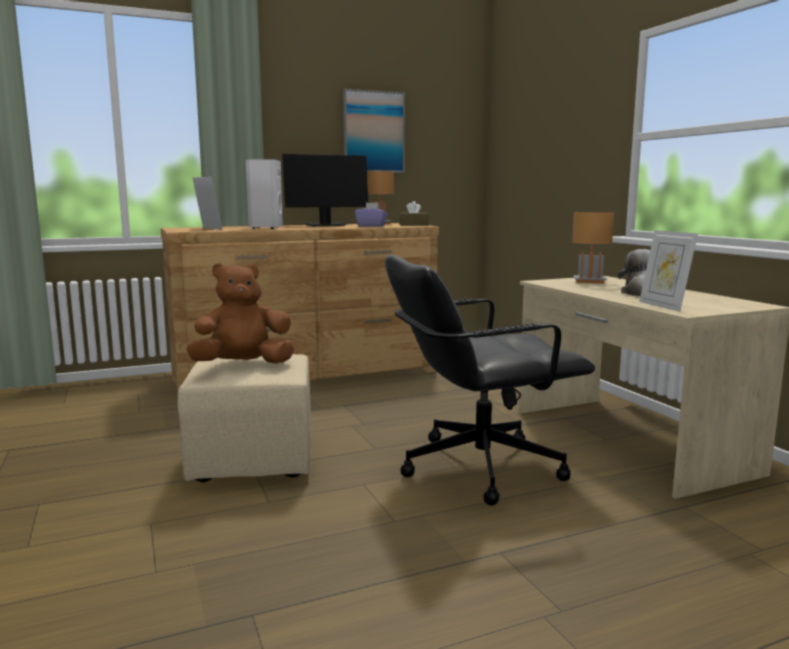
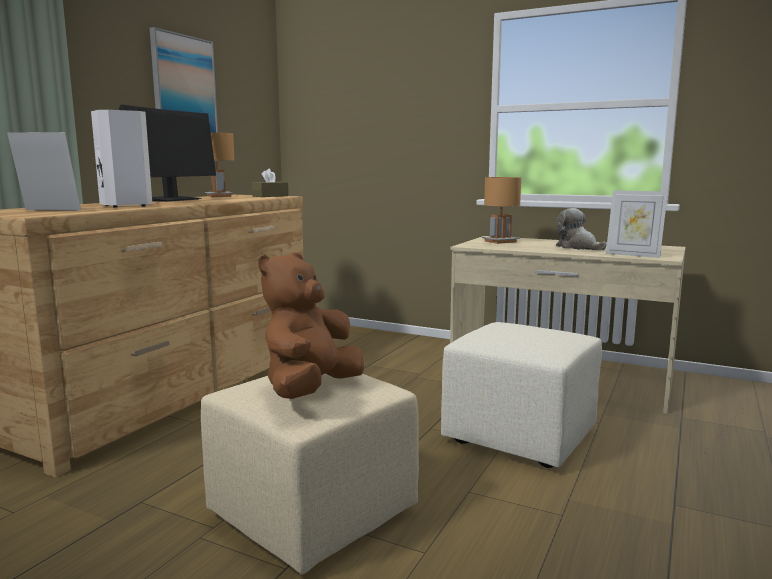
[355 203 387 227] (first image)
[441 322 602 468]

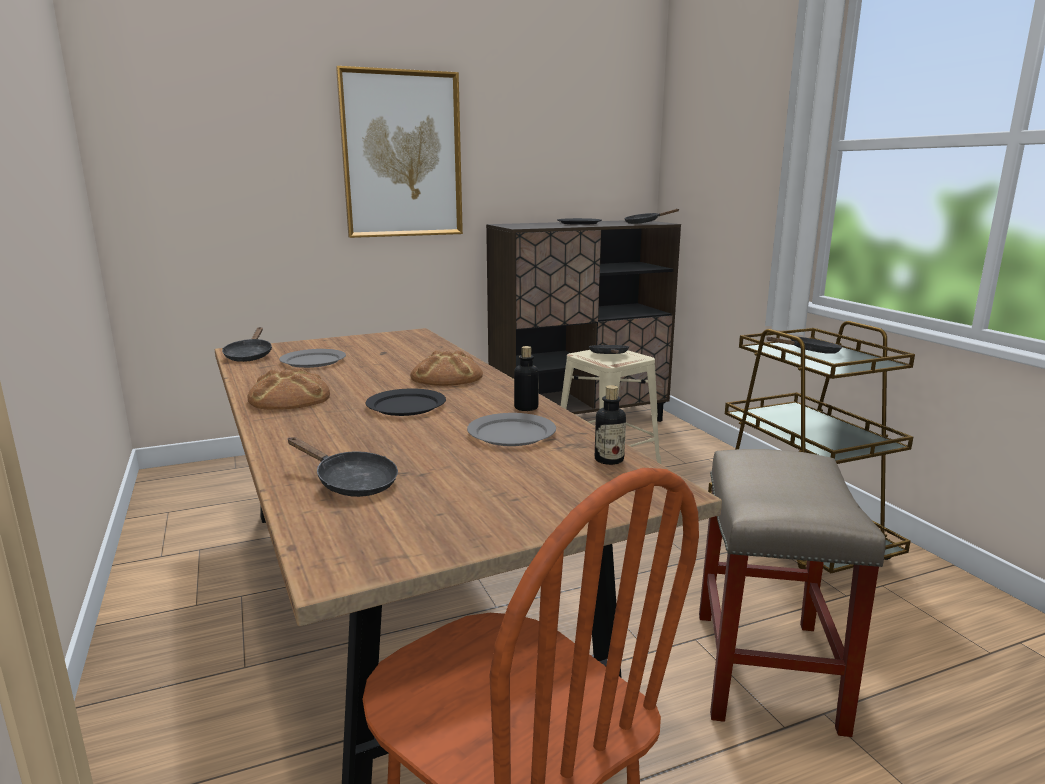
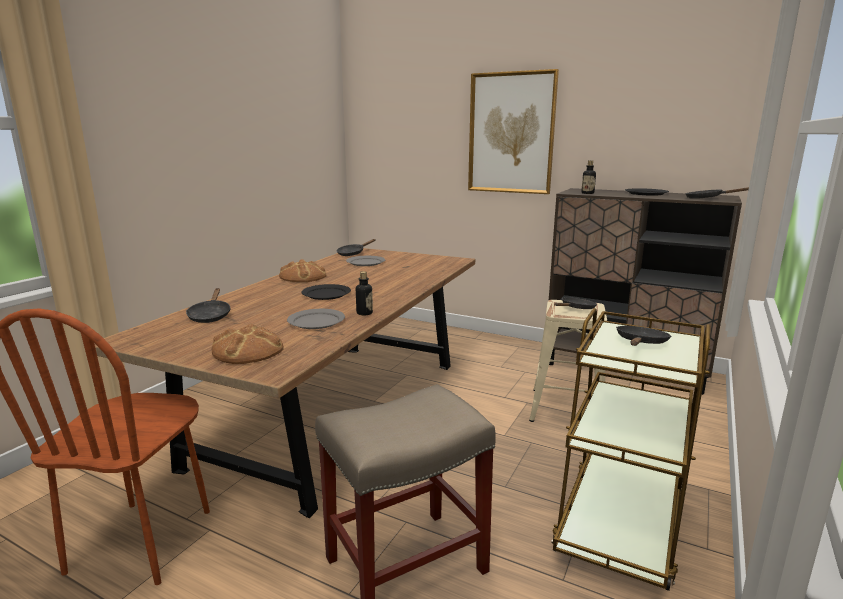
[616 326 671 346]
[212 324 283 364]
[581 160 596 194]

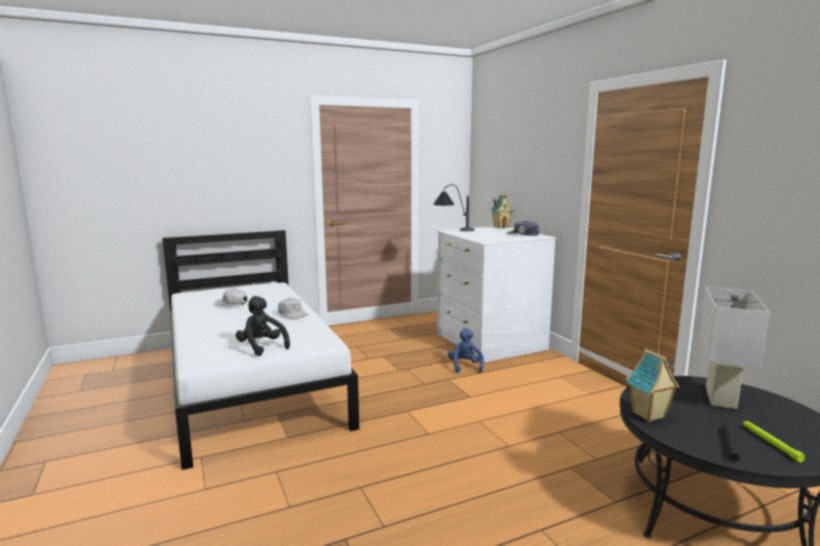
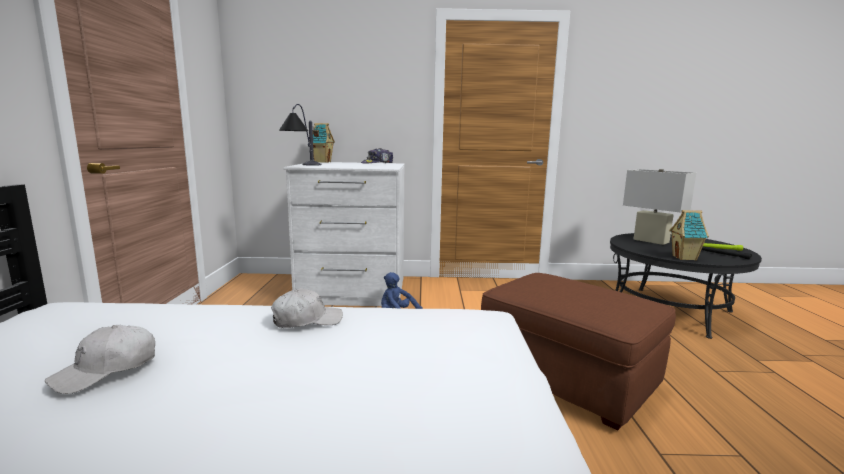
[236 296 290 356] (first image)
[481 273 676 431]

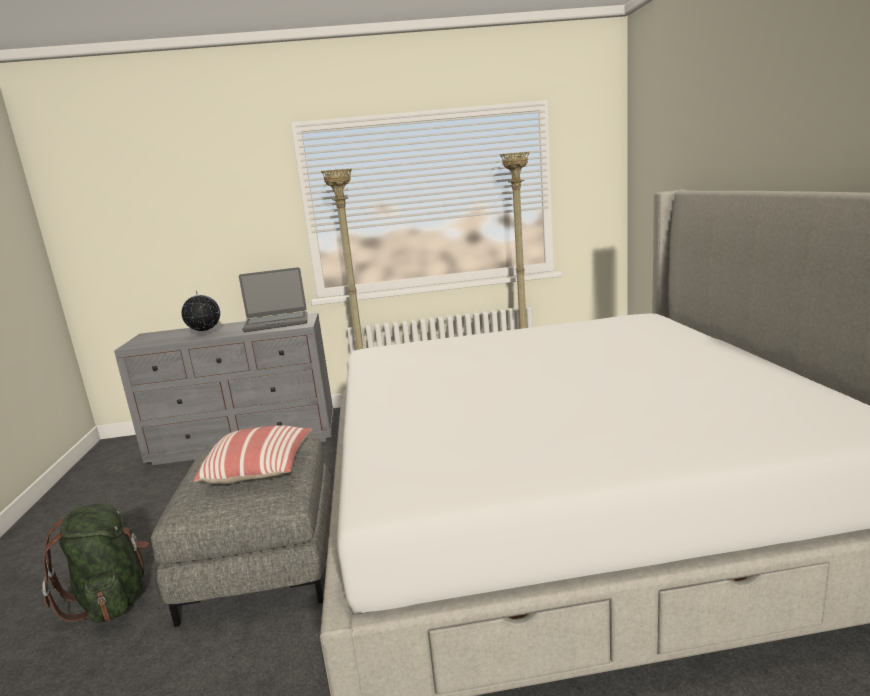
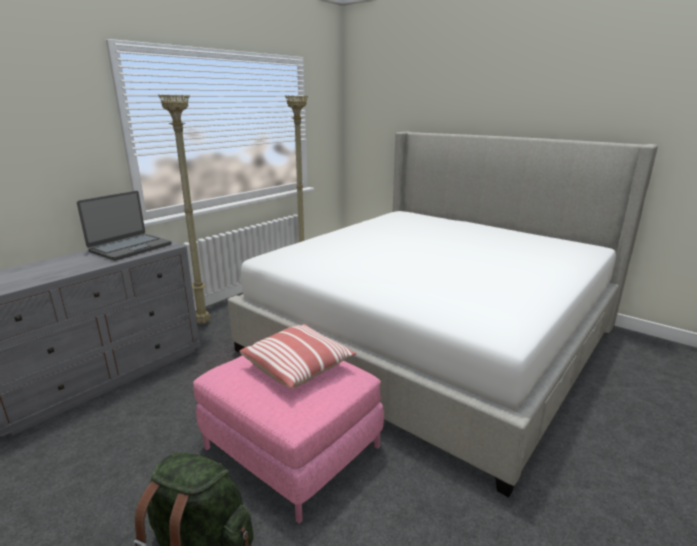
[181 291 220 336] (first image)
[193 355 384 524]

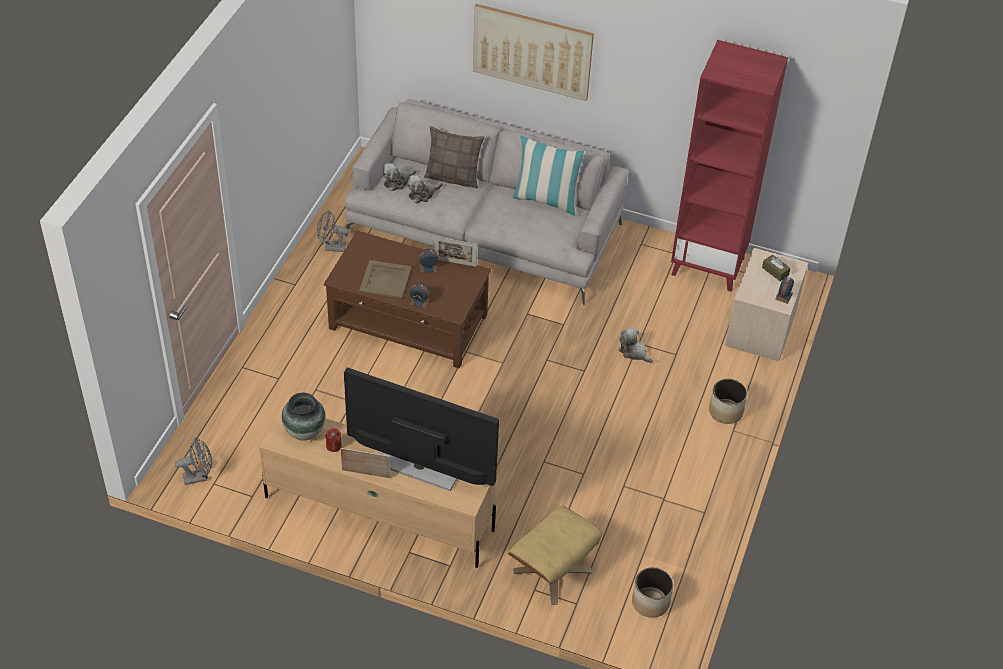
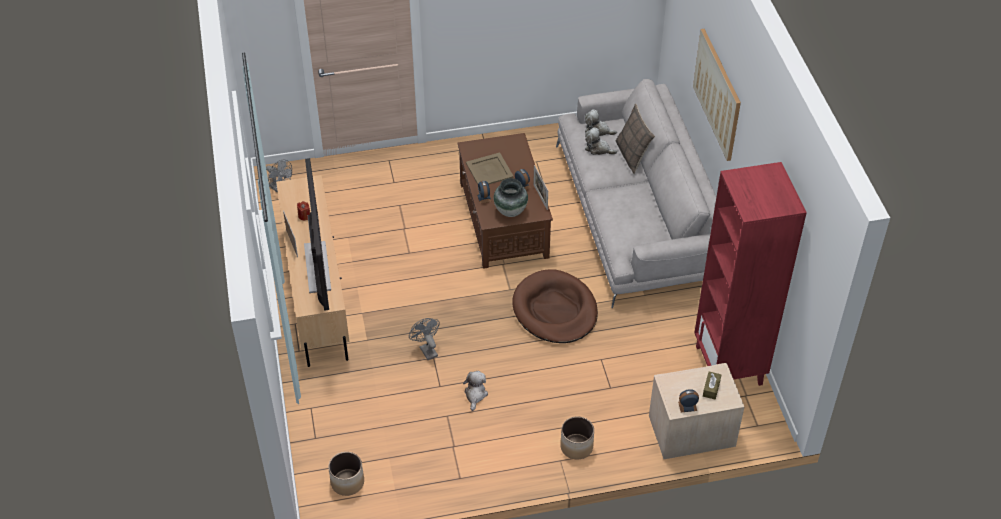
[512 136 586 216] (first image)
[409 318 440 360]
[463 371 488 411]
[494 178 528 217]
[508 506 602 605] (first image)
[512 269 598 343]

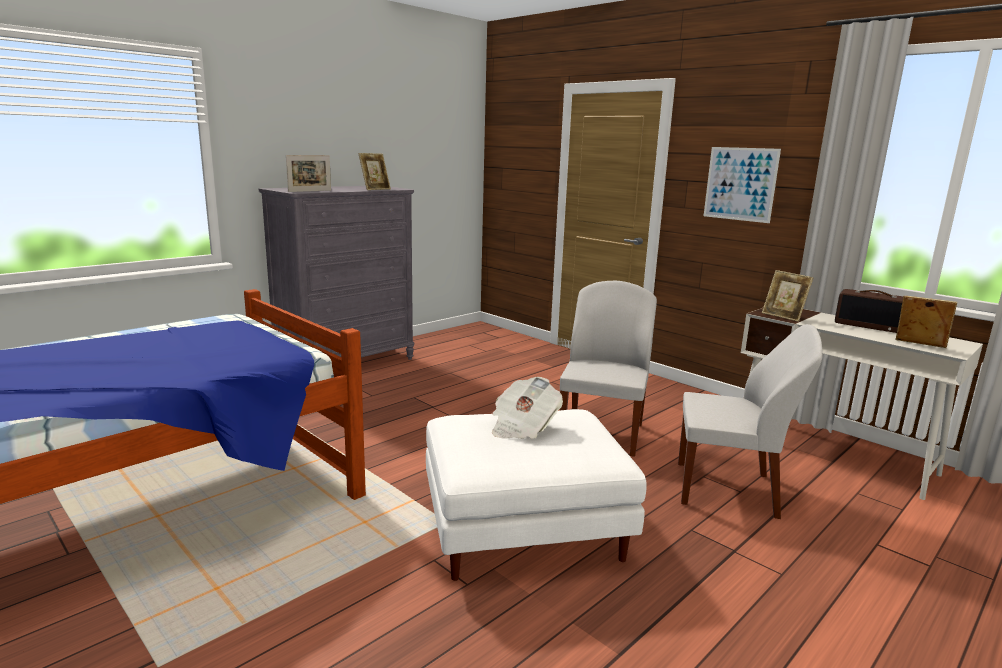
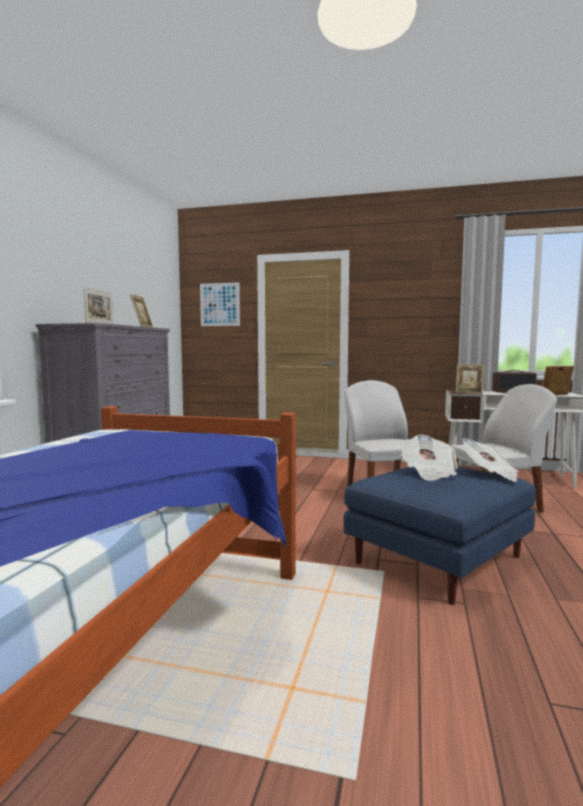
[200 282 240 326]
[344 466 536 605]
[462 438 518 482]

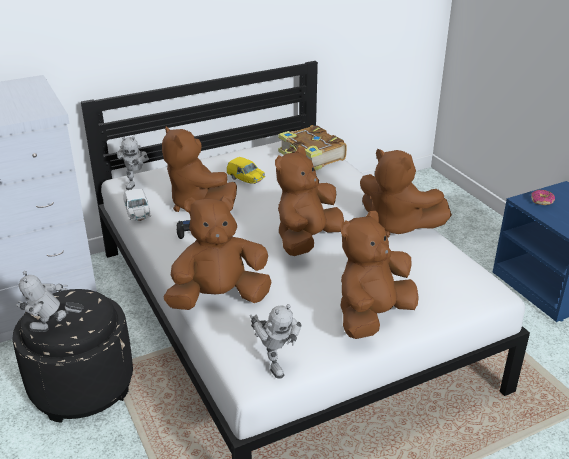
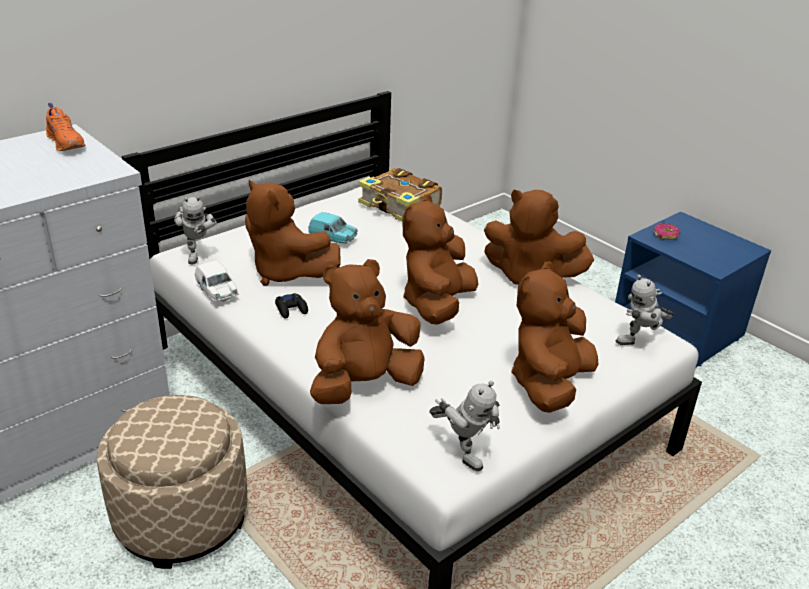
[308 212 358 243]
[616 274 674 345]
[97 395 247 569]
[46 103 85 151]

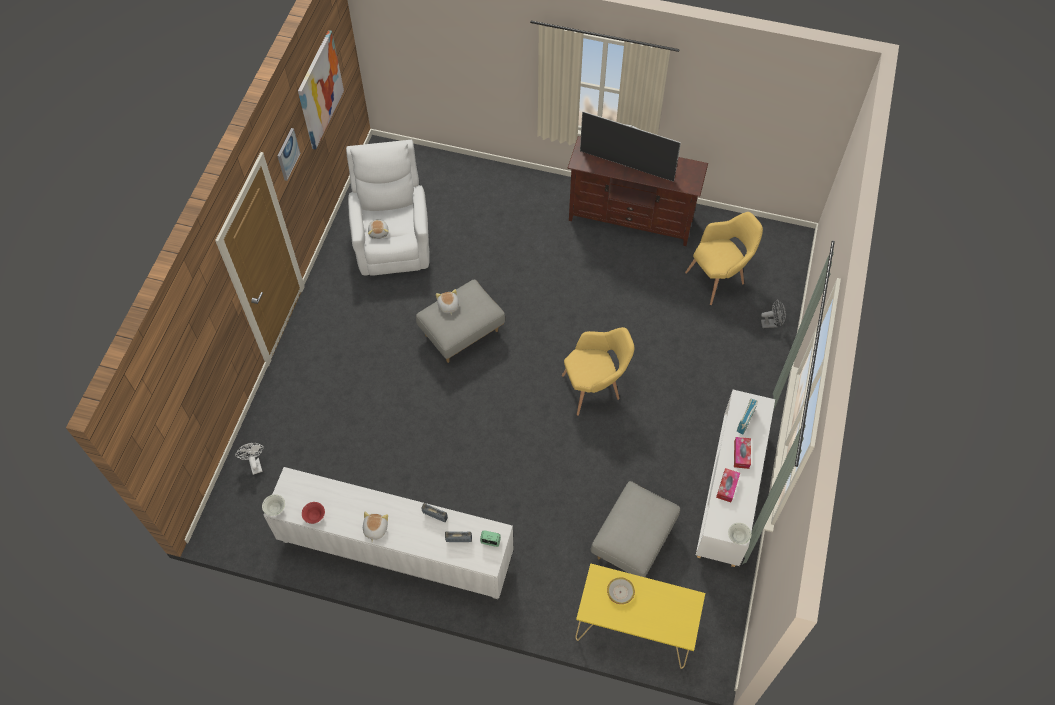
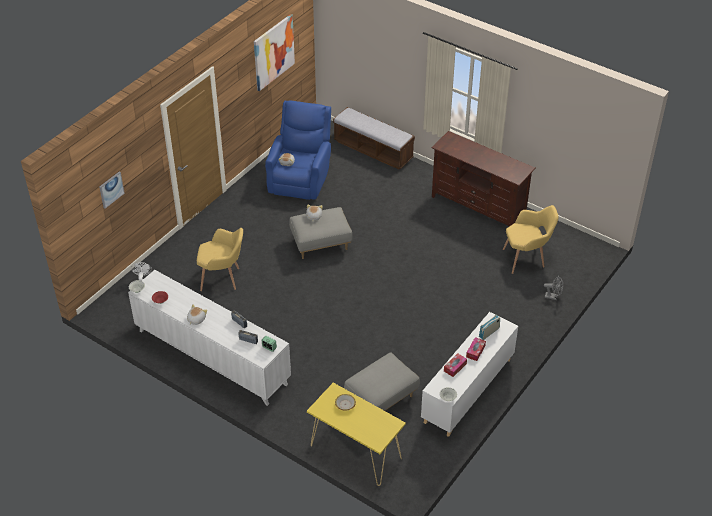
[580 111 681 182] (first image)
[99 172 125 208]
[265 101 331 200]
[197 228 243 291]
[333 107 415 169]

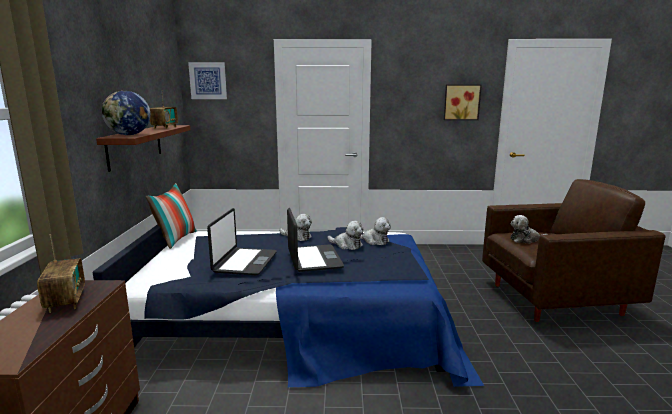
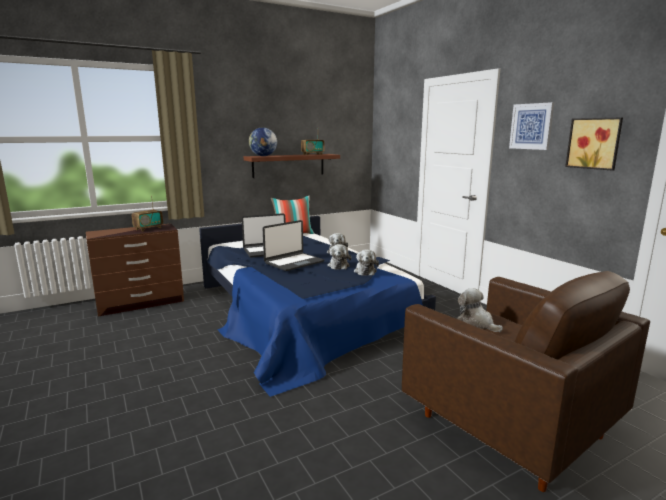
[509 102 555 150]

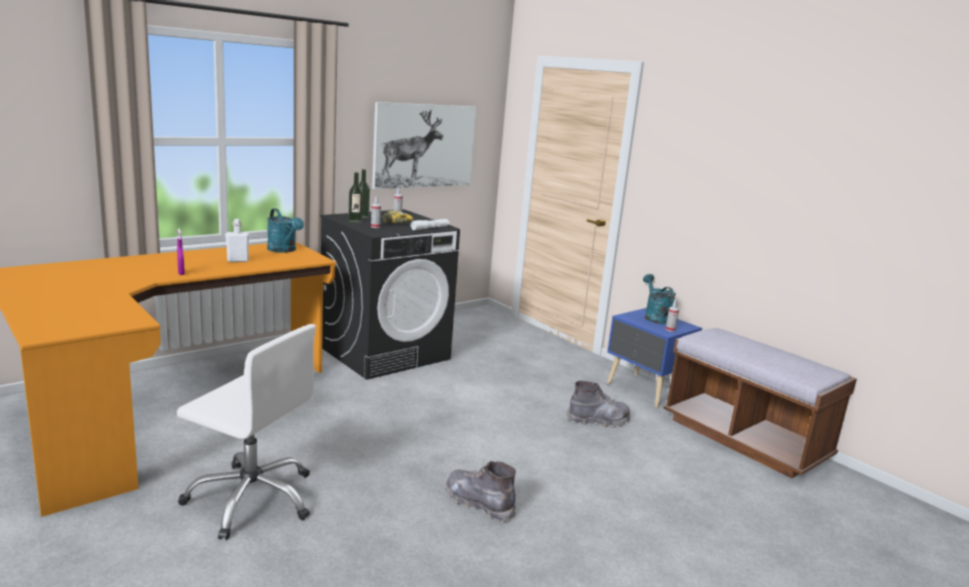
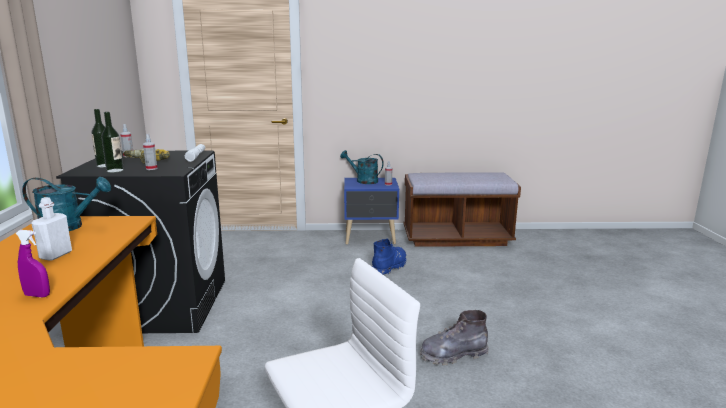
[372 102 476 189] (first image)
[372 239 406 274]

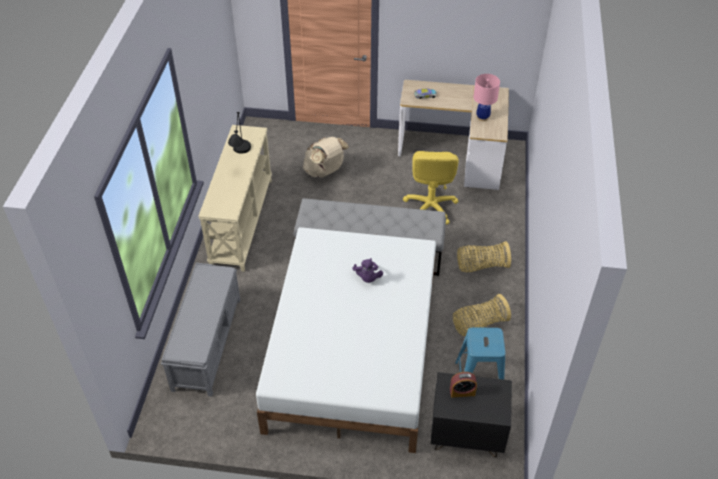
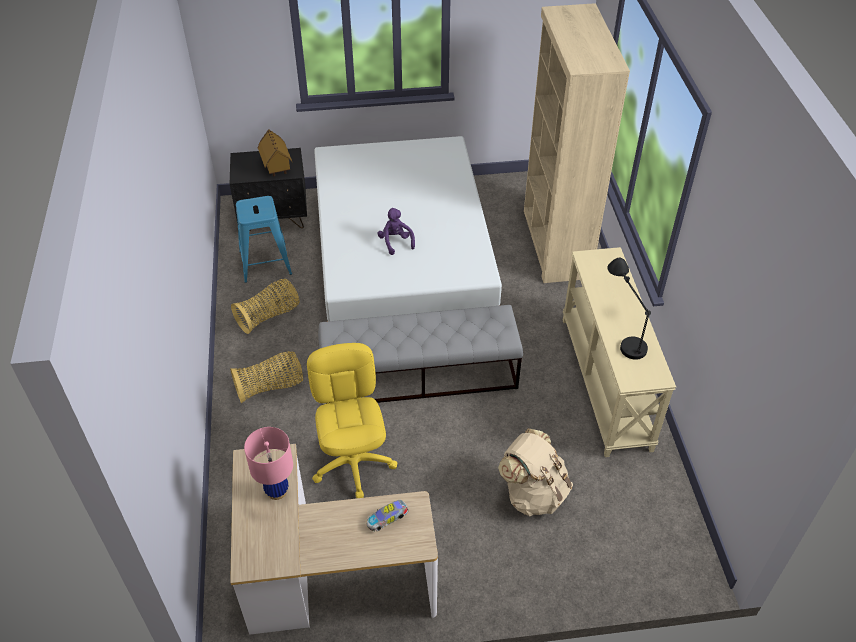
[524 3 630 283]
[258 129 293 176]

